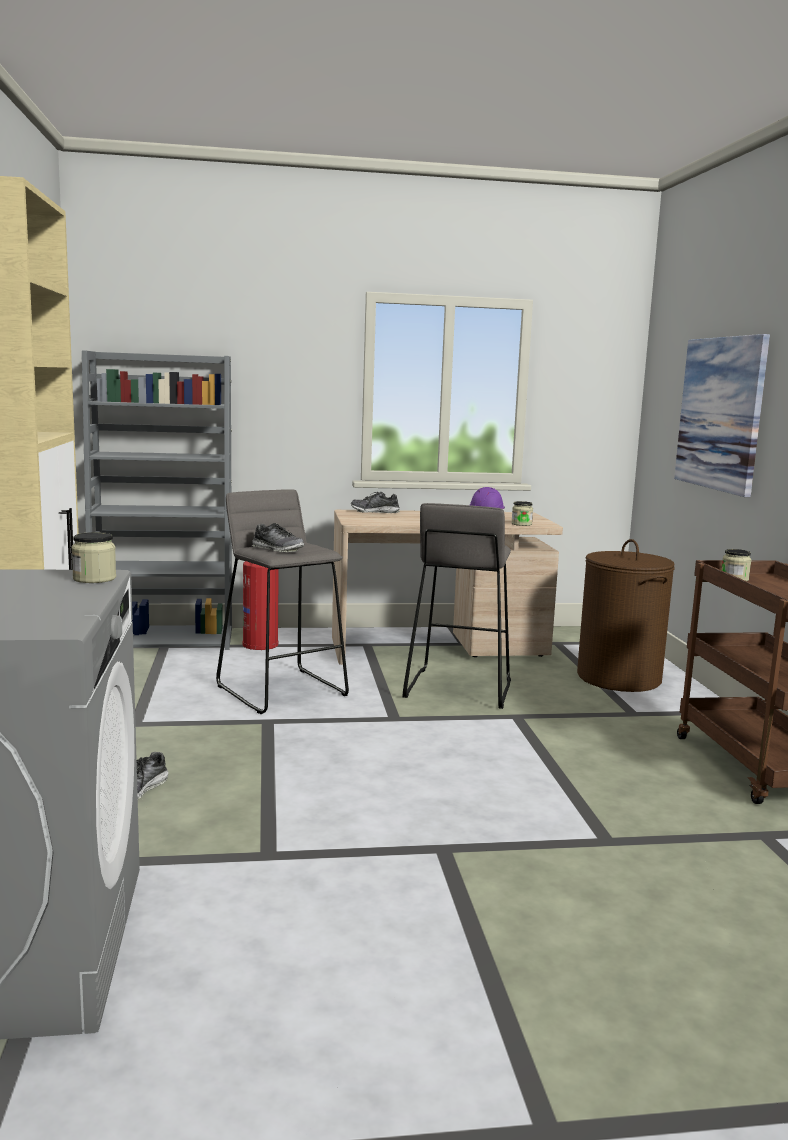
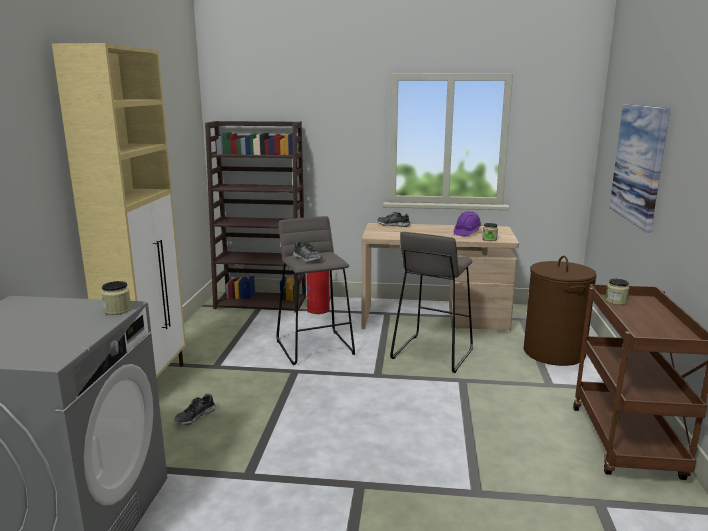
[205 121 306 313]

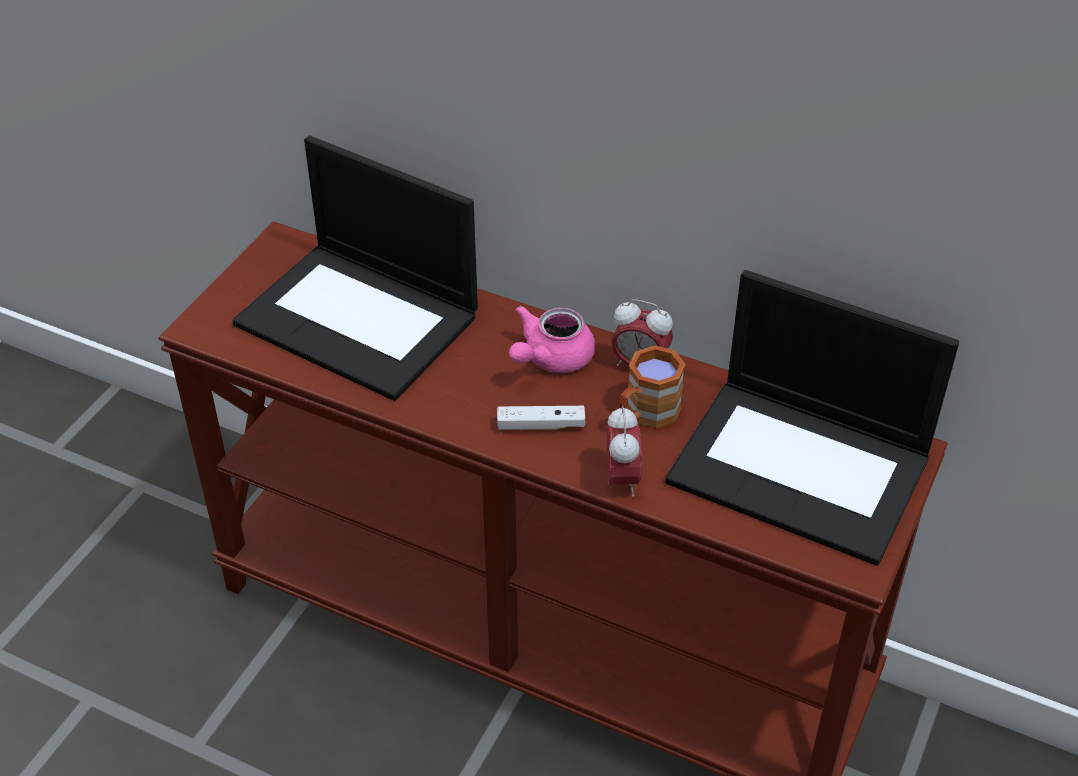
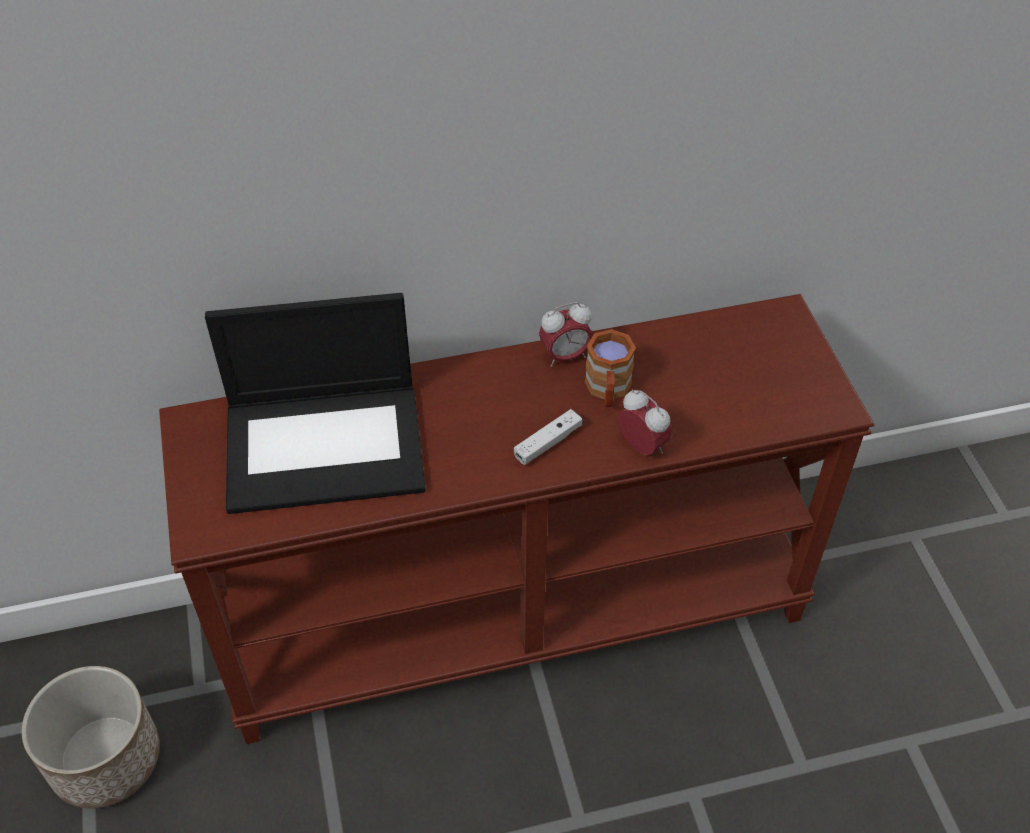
[665 270 959 566] (first image)
[509 306 595 373] (first image)
[22 666 160 809]

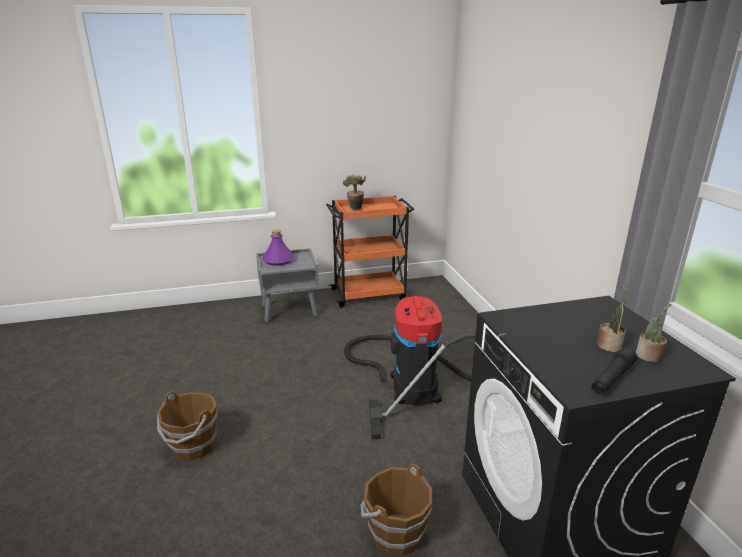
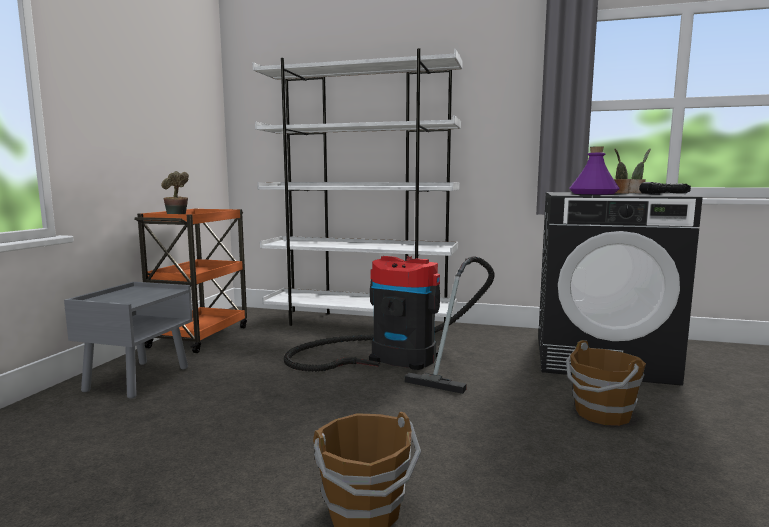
[569 146 620 194]
[252 48 463 326]

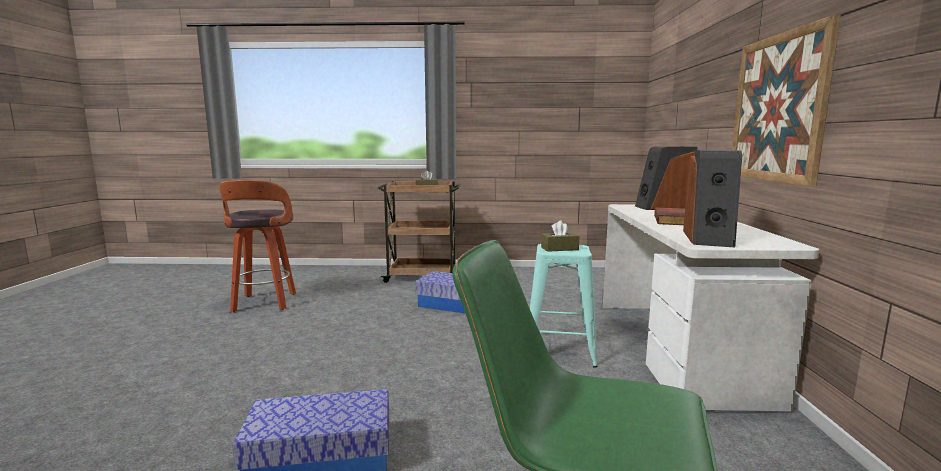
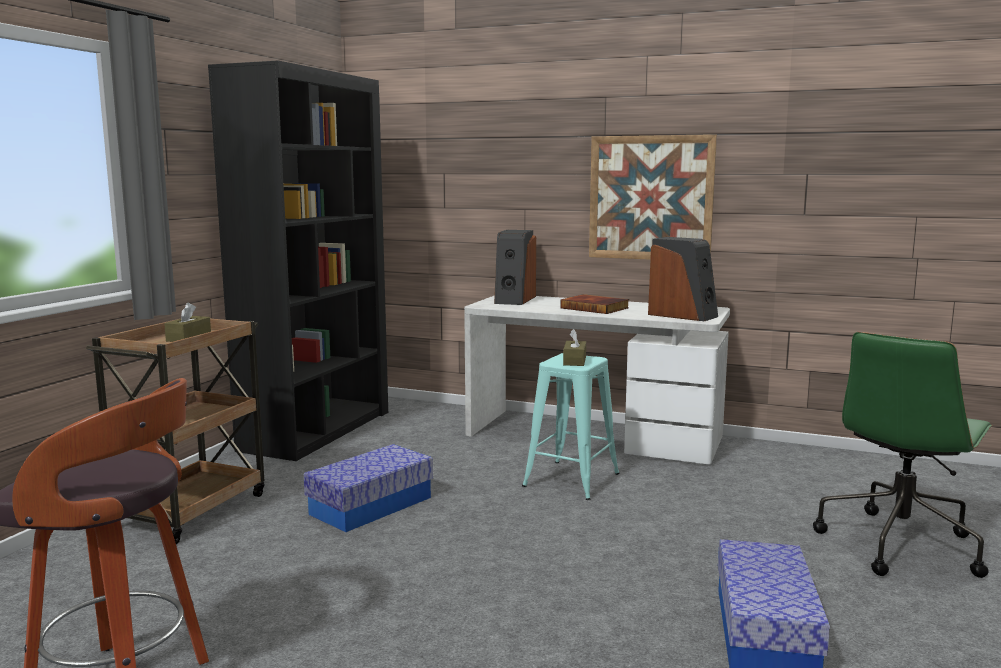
[208 61 388 461]

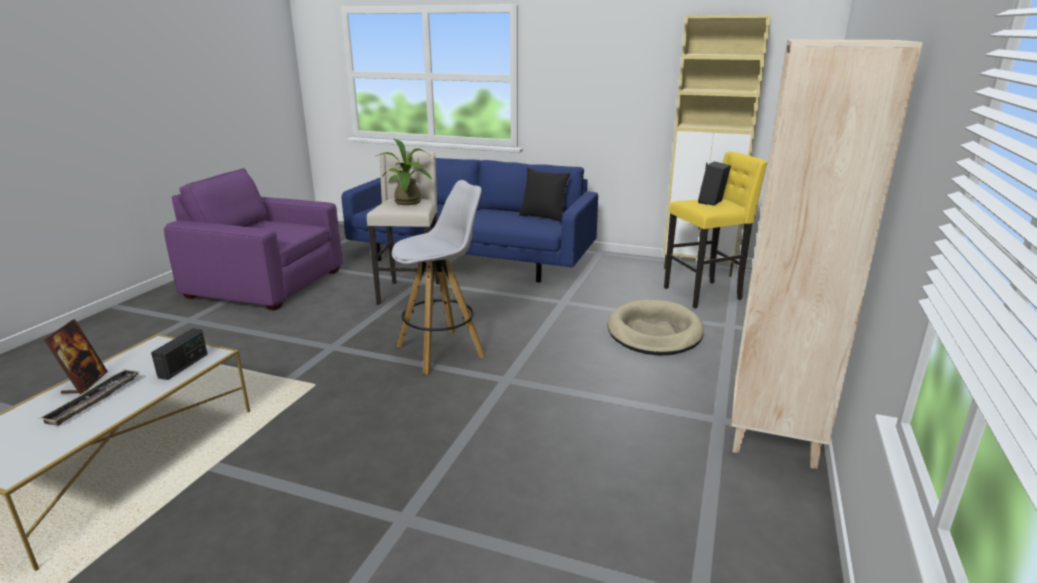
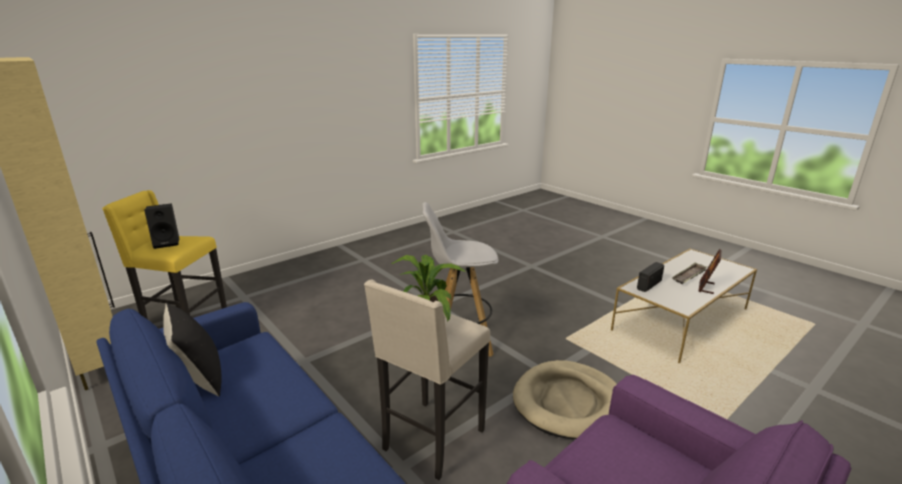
[731 39 923 469] (first image)
[513 360 617 439]

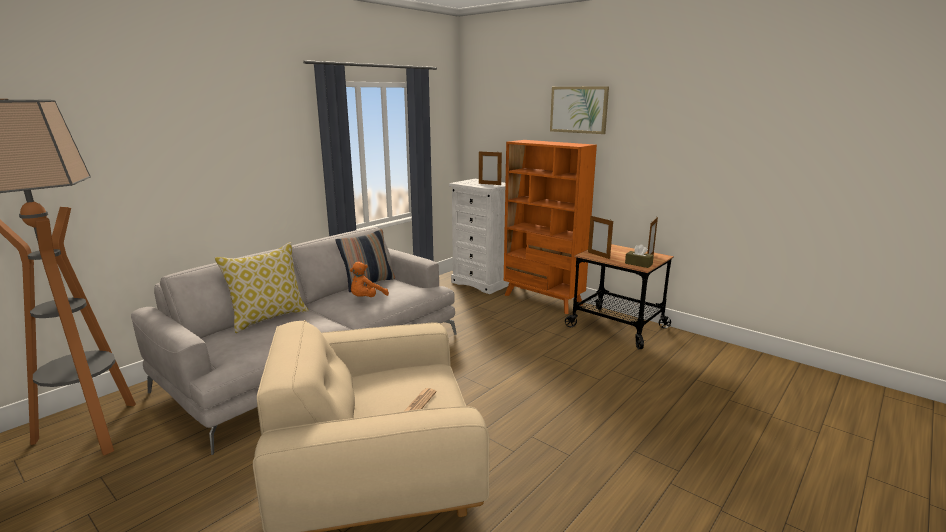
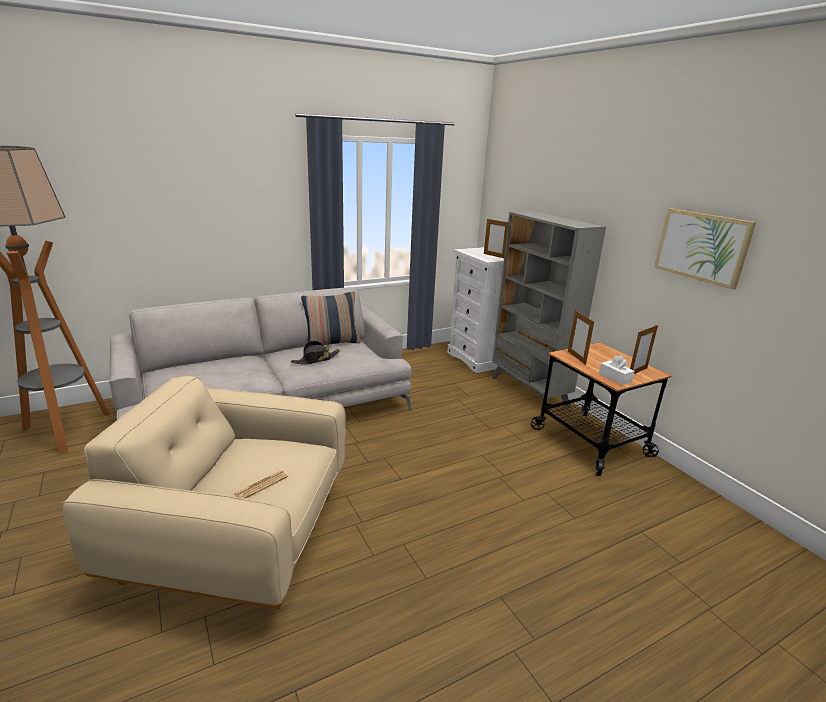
[654 208 756 290]
[492 211 606 407]
[215 242 309 333] (first image)
[599 355 634 385]
[291 340 340 365]

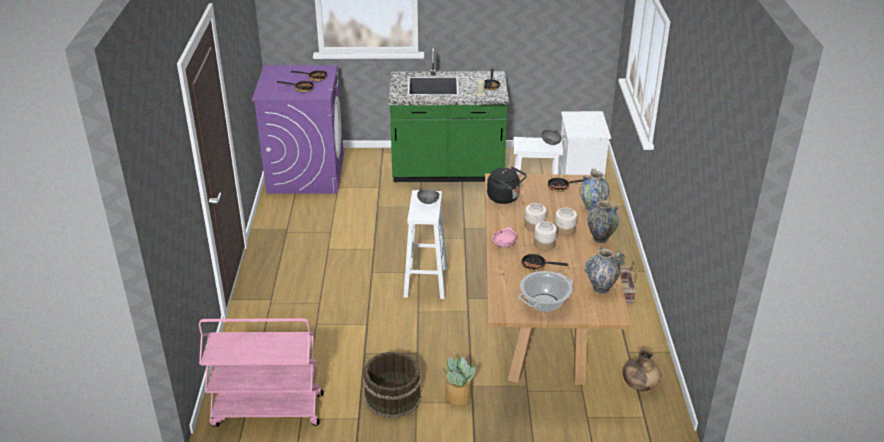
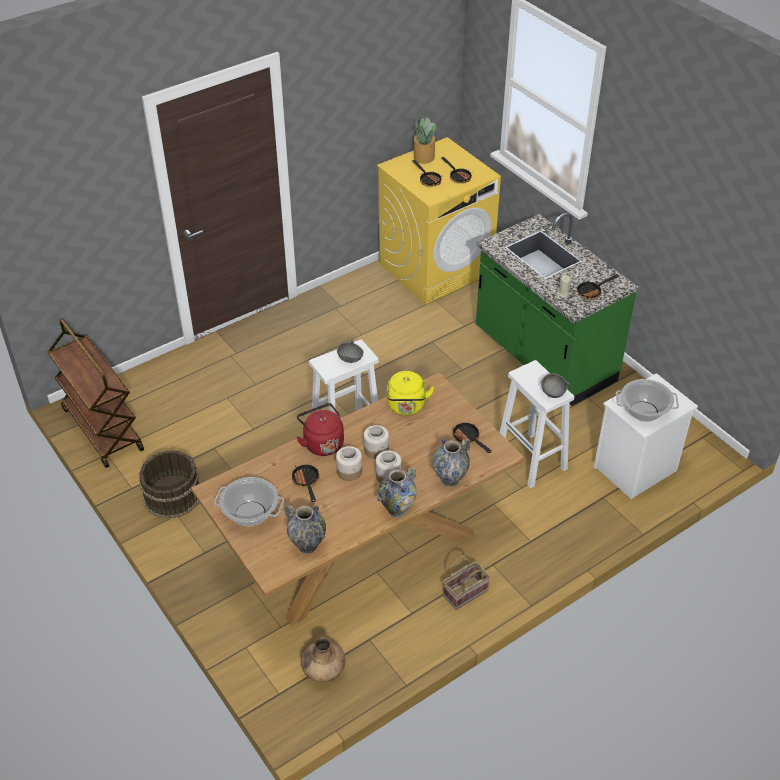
[377 137 501 305]
[387 371 435 415]
[296 403 344 456]
[47 319 144 468]
[414 117 437 164]
[616 379 679 422]

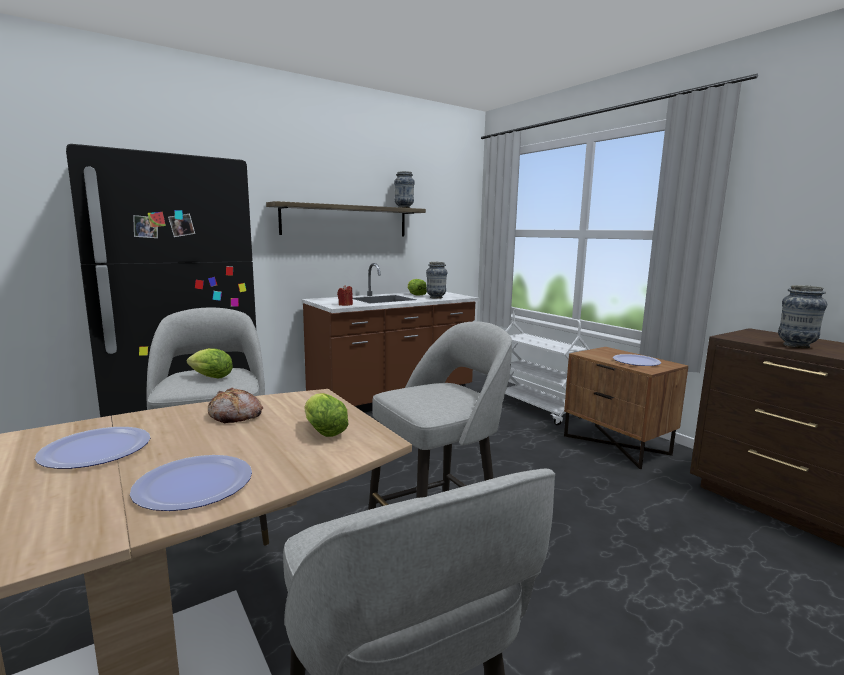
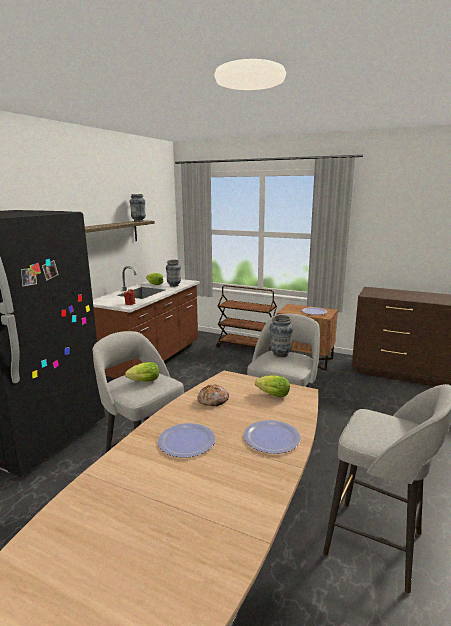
[270 315 293 357]
[216 285 277 351]

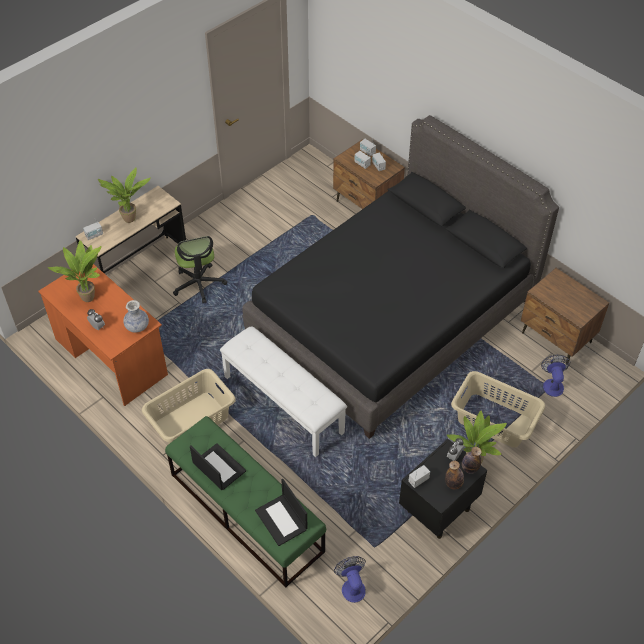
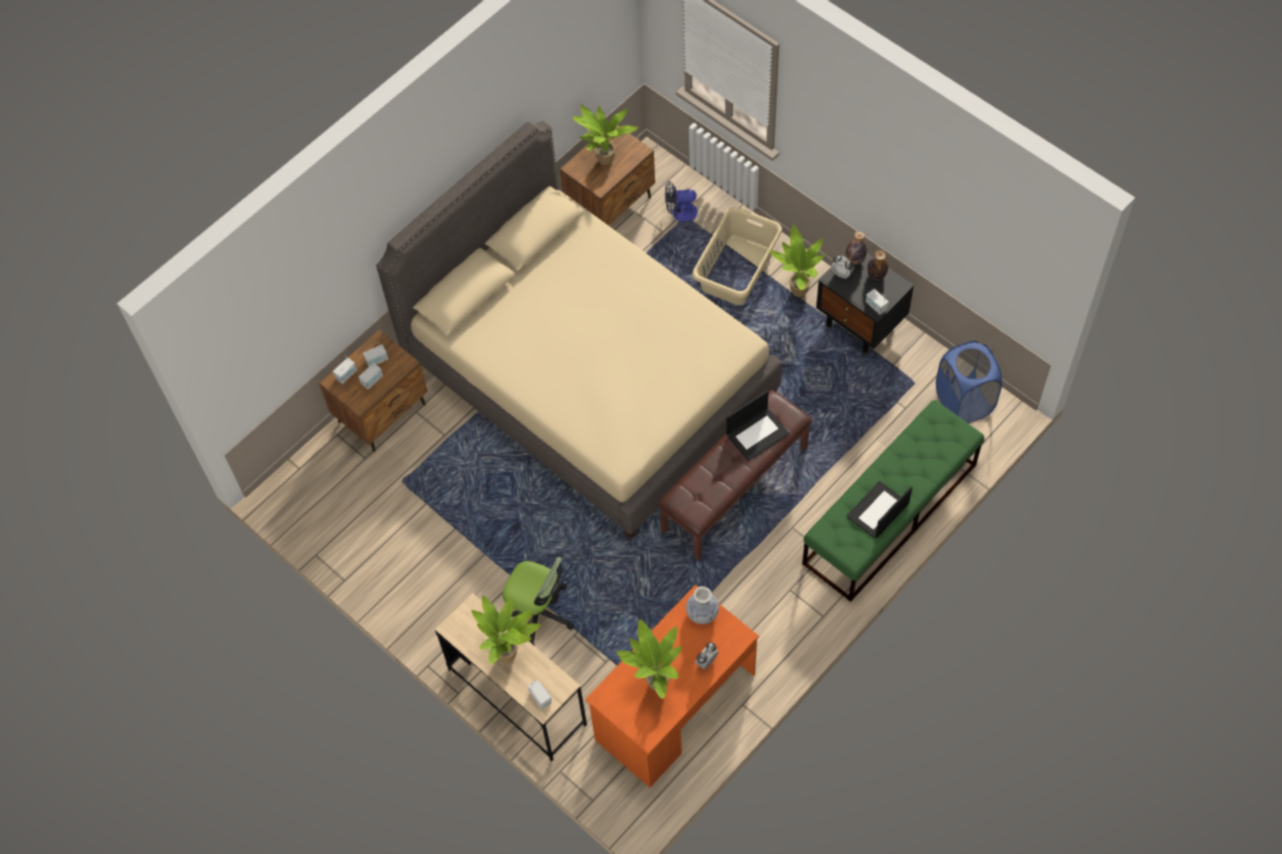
[376 121 782 539]
[502 557 574 646]
[658 390 812 561]
[142 369 236 444] (first image)
[726 390 789 461]
[936 341 1002 423]
[572 105 639 165]

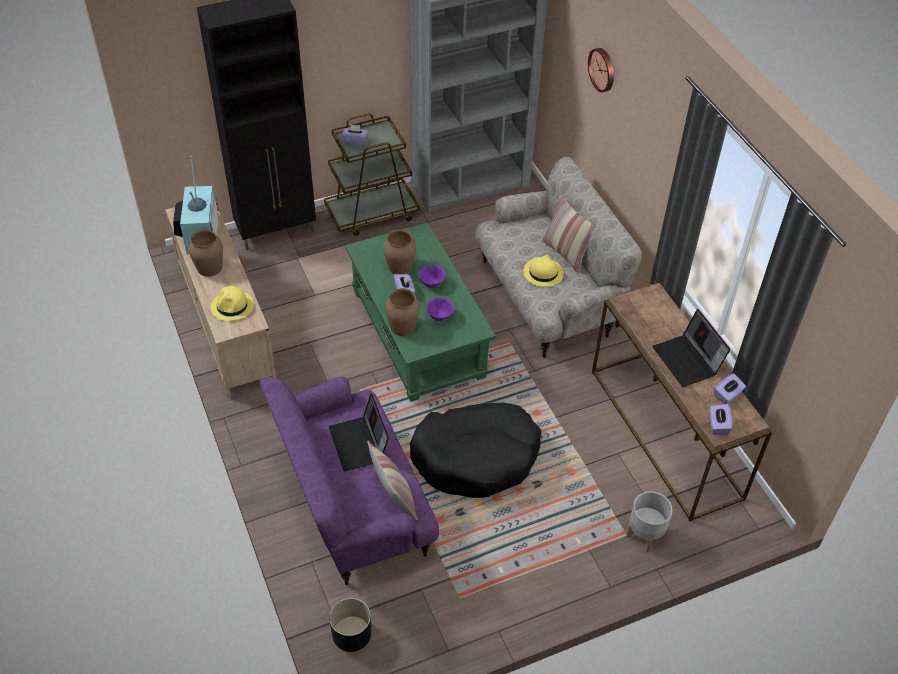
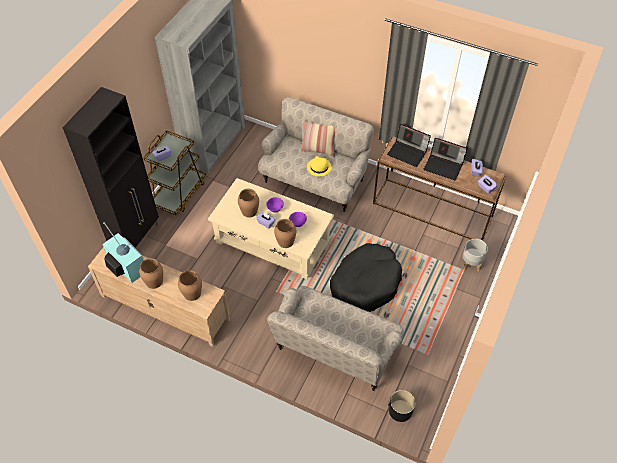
[588 48 614 92] (first image)
[208 178 334 279]
[178 270 202 301]
[267 286 404 391]
[387 124 431 167]
[367 441 418 520] (first image)

